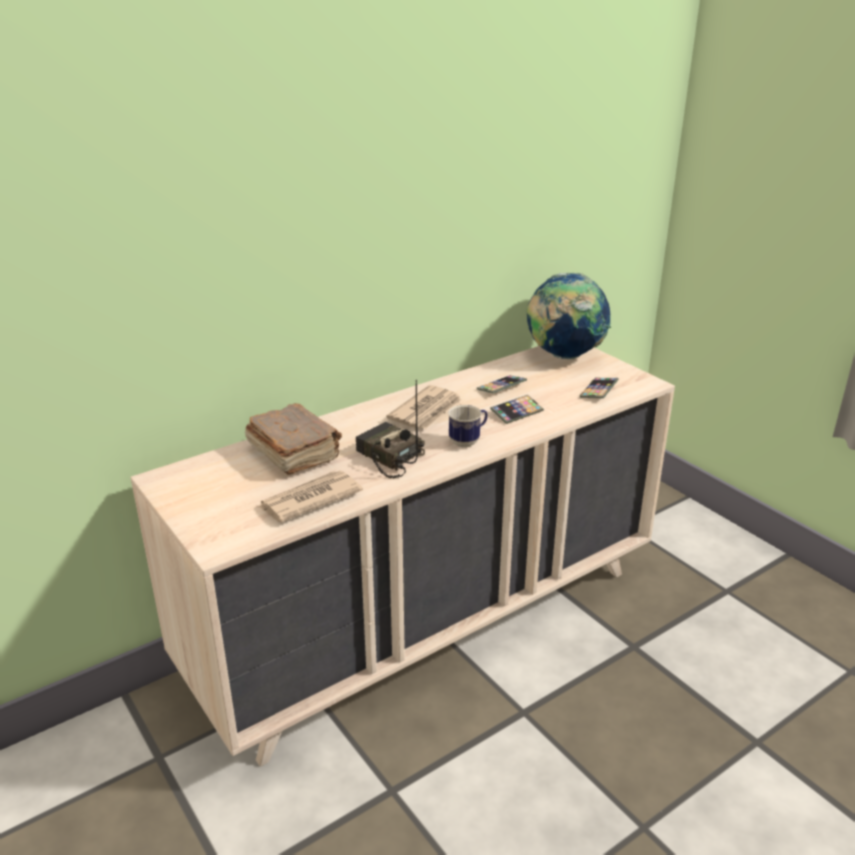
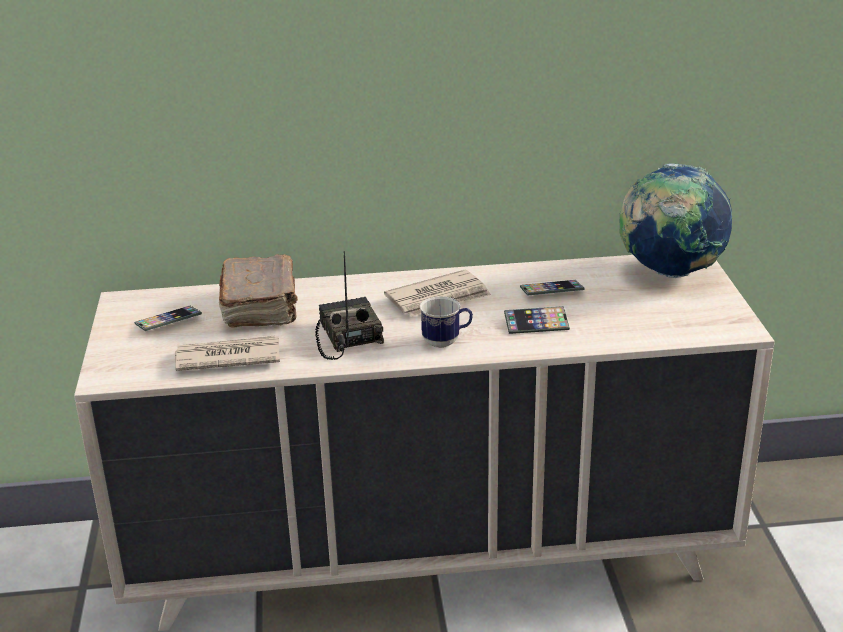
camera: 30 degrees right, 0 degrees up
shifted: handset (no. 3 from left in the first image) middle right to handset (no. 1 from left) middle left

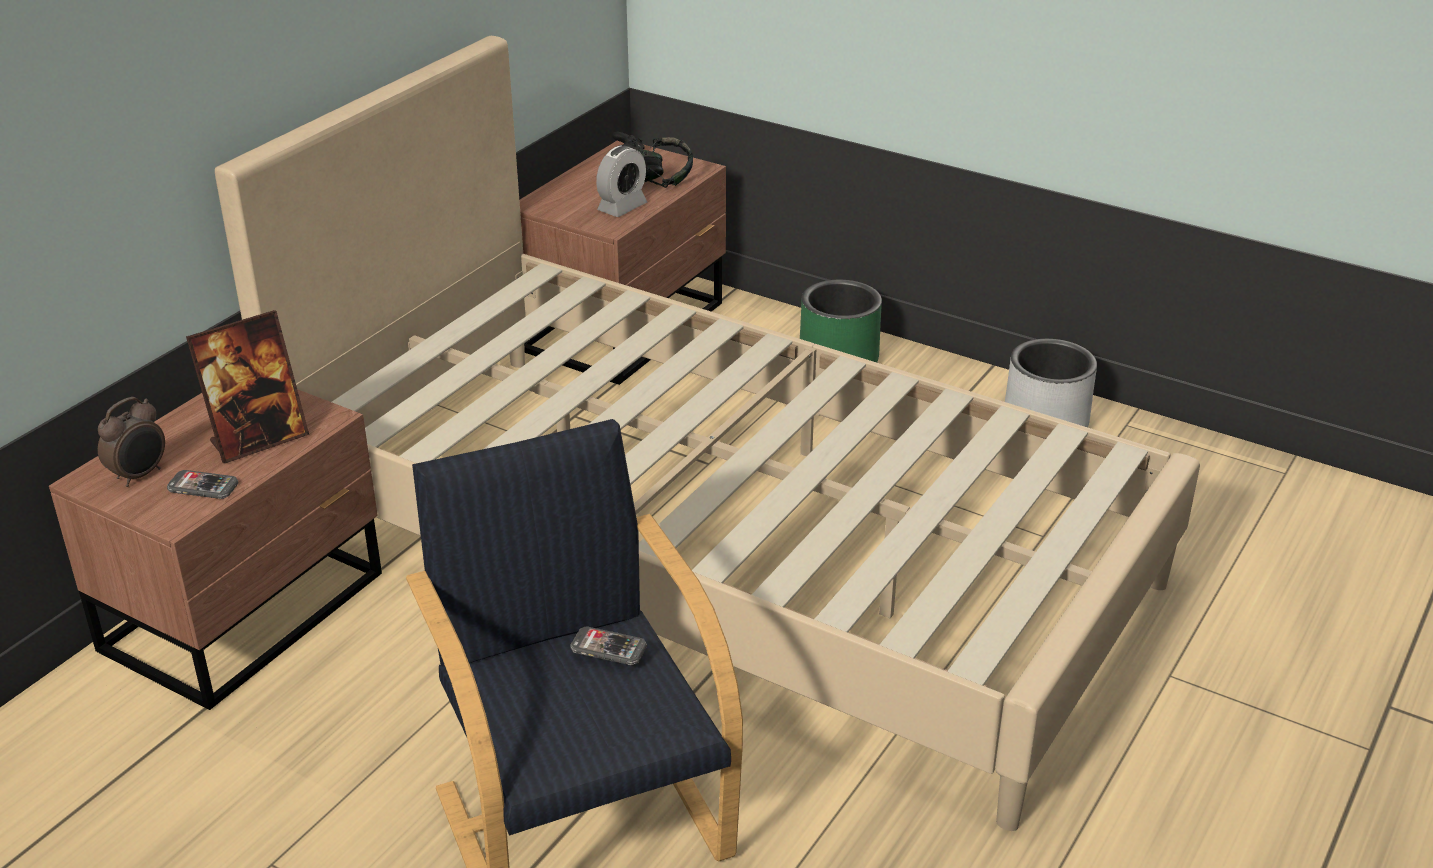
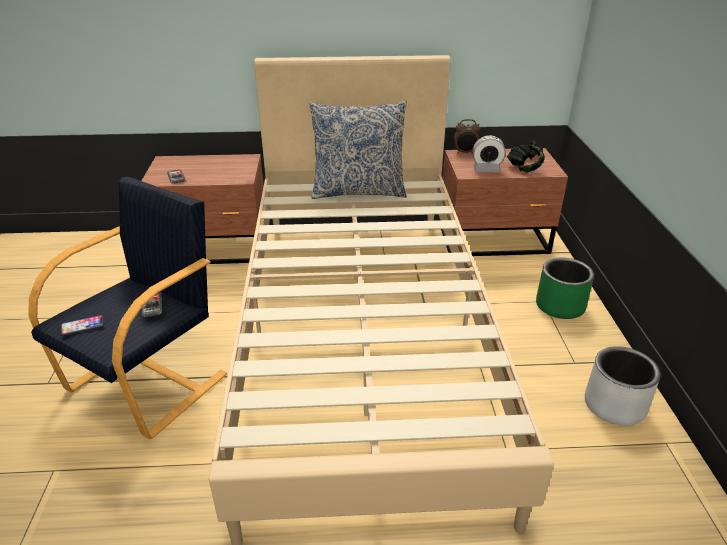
camera: 55 degrees right, 0 degrees up
gone: photo frame middle left
new: handset (no. 1 from left) middle left; pillow top centre
shifted: alarm clock (no. 1 from left) middle left to top centre

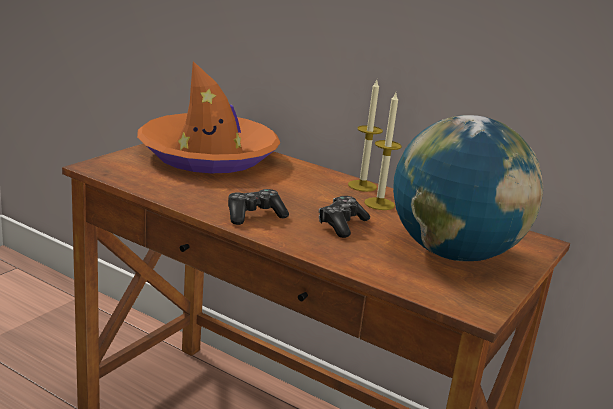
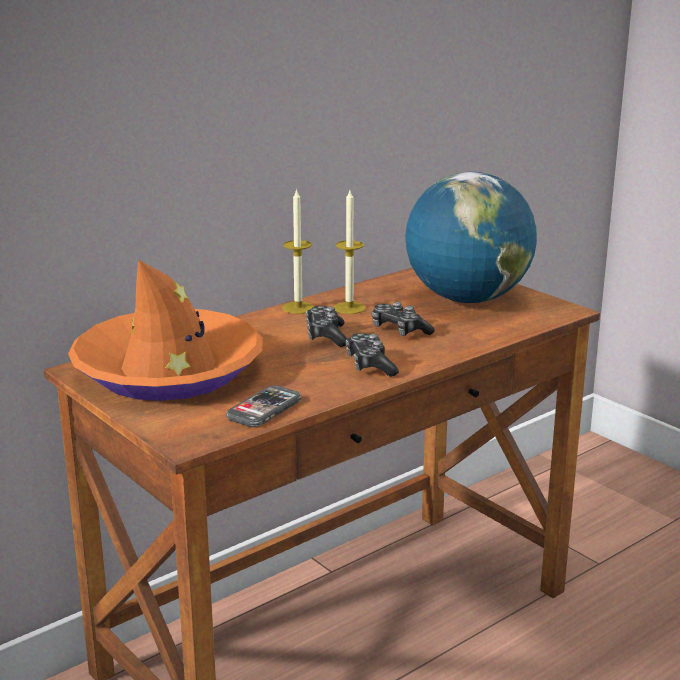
camera: 70 degrees left, 0 degrees up
new: handset centre; gamepad (no. 1 from left) centre

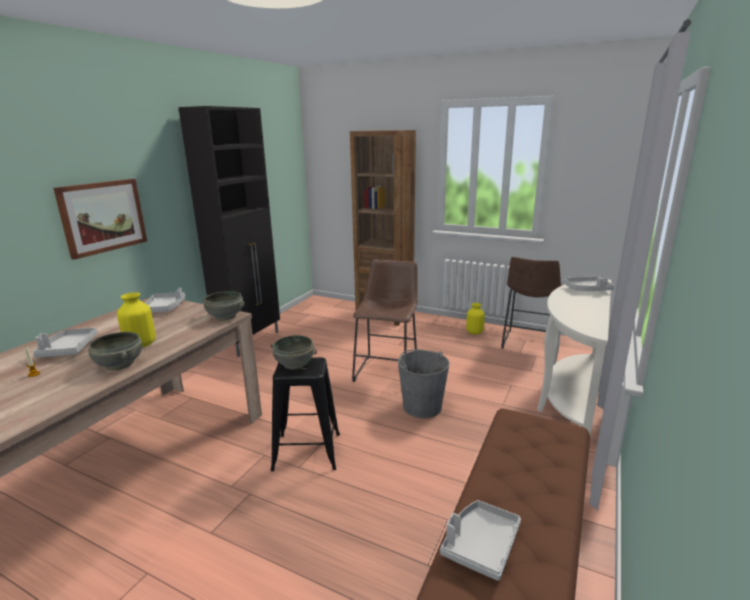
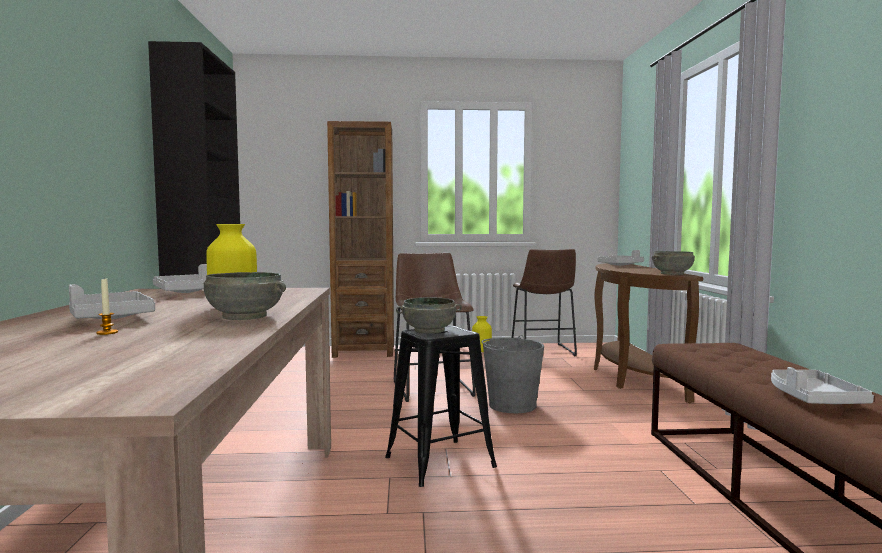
camera: 30 degrees left, 15 degrees down
gone: picture middle left
shifted: greyish serving bowl (no. 2 from left in the first image) middle left to greyish serving bowl (no. 3 from left) middle right
repainted: white-coloured console table middle right to brown-coloured console table middle right

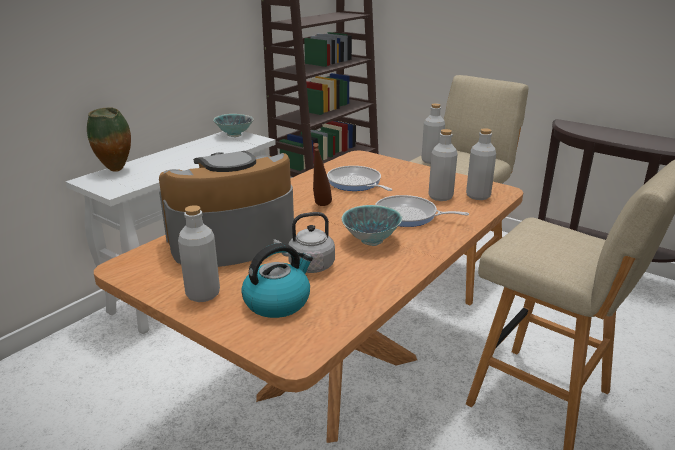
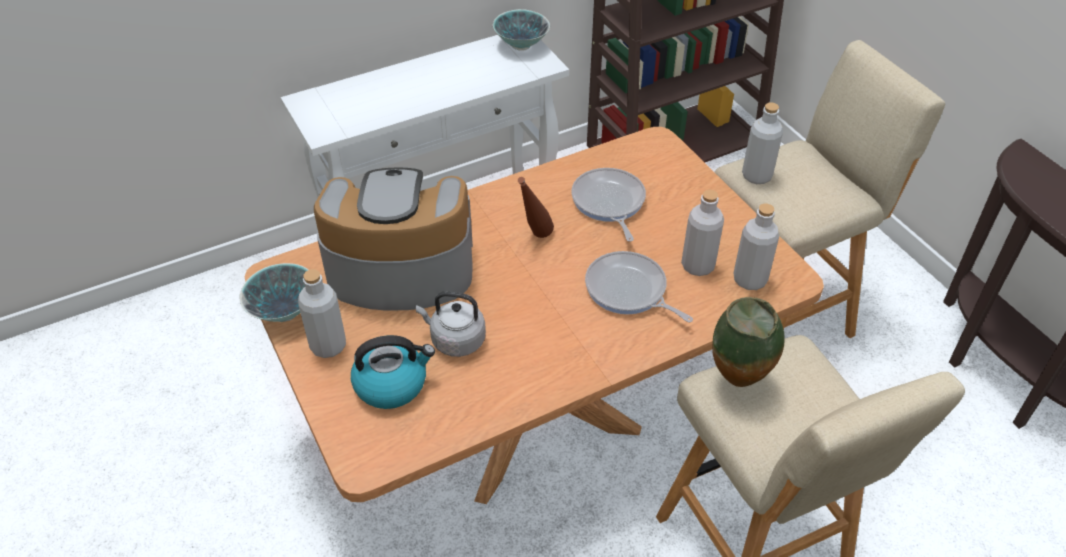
camera: 25 degrees right, 20 degrees up
shifted: flower vase top left to middle right; serving bowl (no. 2 from left in the first image) centre to serving bowl (no. 1 from left) middle left

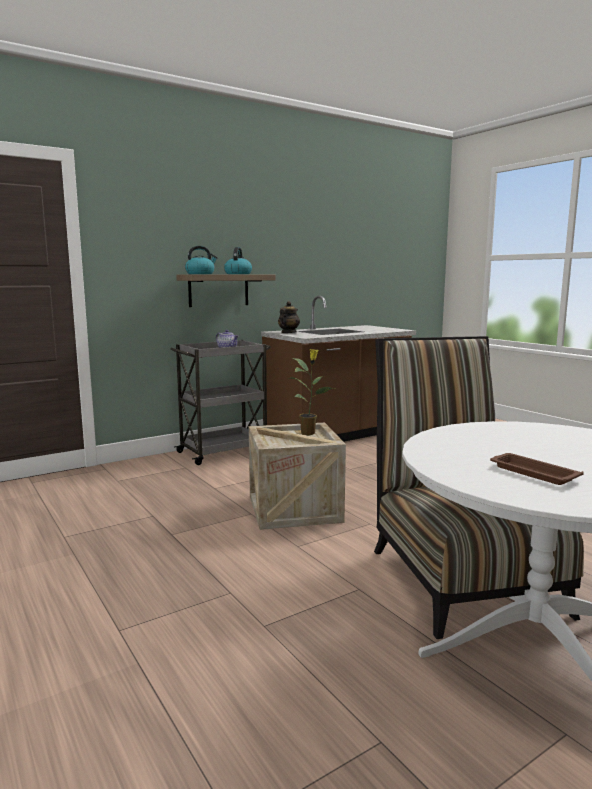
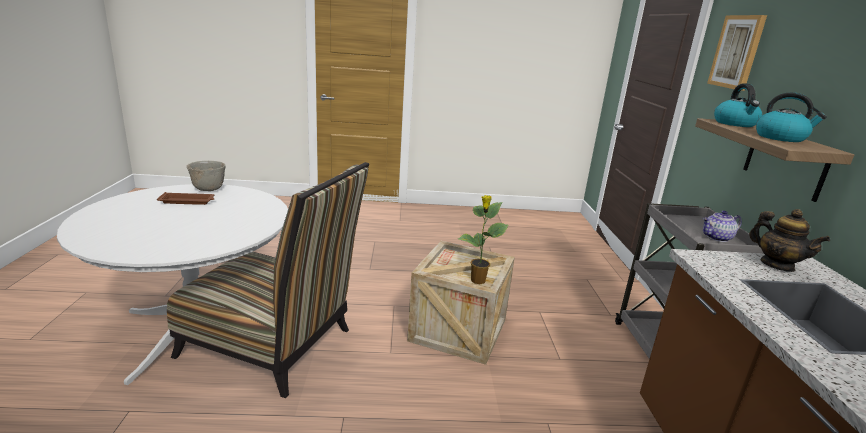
camera: 120 degrees right, 10 degrees up
new: greyish serving bowl middle left; picture top right

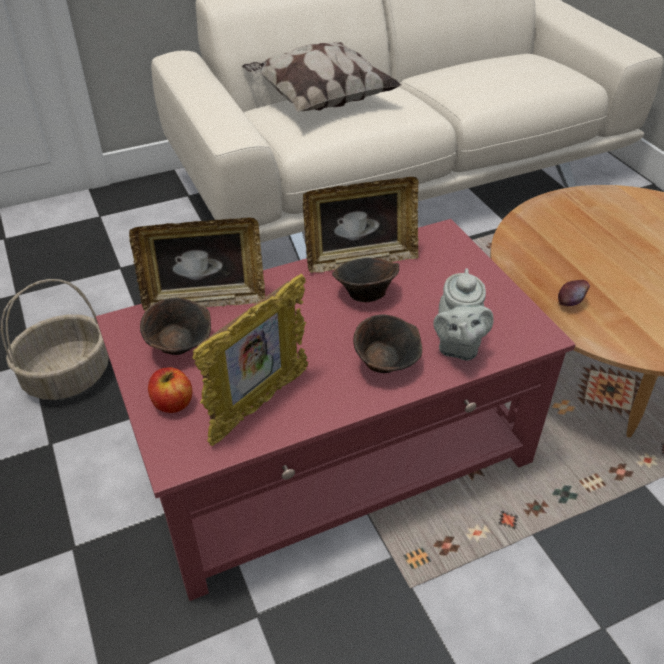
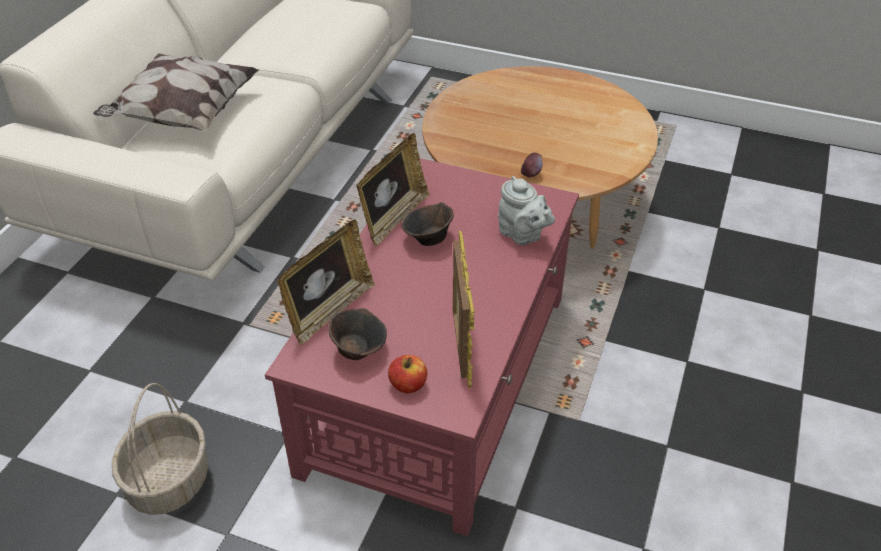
camera: 45 degrees left, 0 degrees up
gone: brown-coloured serving bowl (no. 3 from left) centre

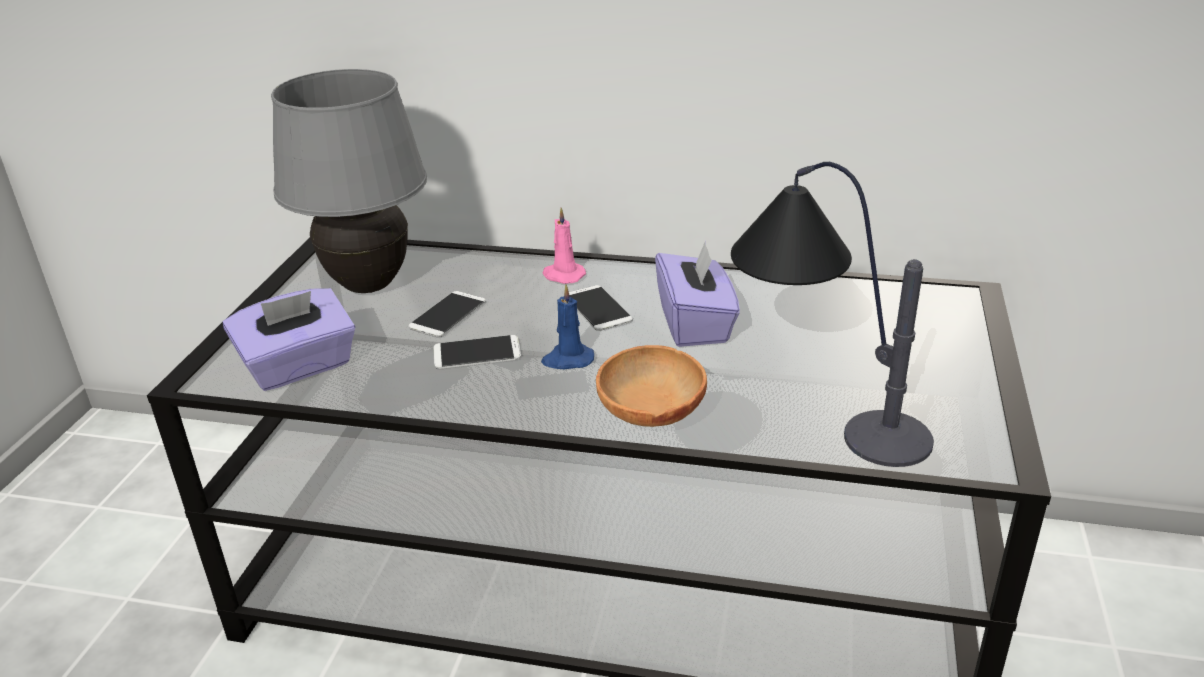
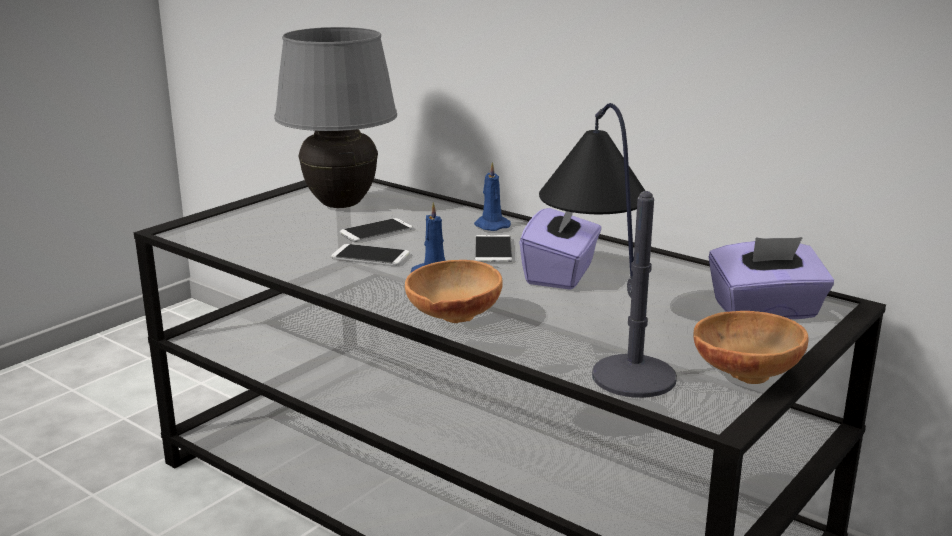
camera: 25 degrees right, 10 degrees down
new: brown-coloured serving bowl (no. 2 from left) middle right
shifted: purplish box of tissues (no. 1 from left in the first image) middle left to purplish box of tissues (no. 2 from left) middle right
repainted: pink-coloured wax light centre to bluish wax light (no. 2 from left) centre

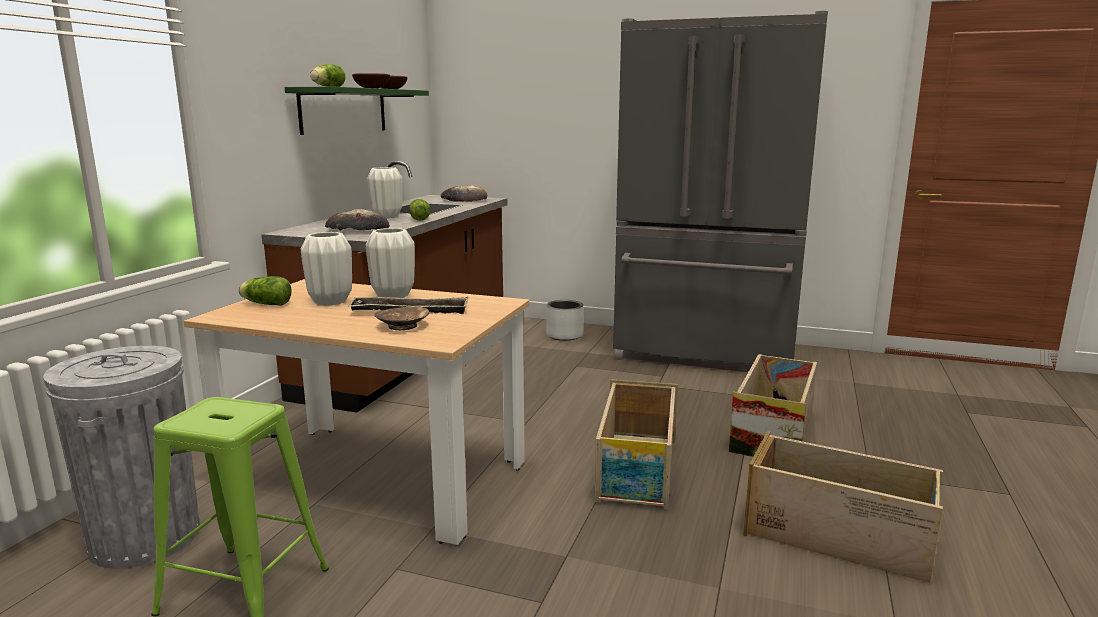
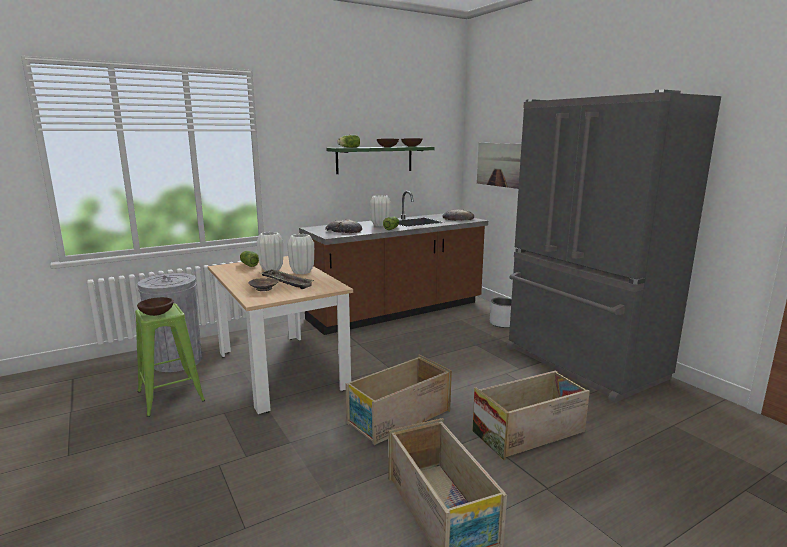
camera: 40 degrees right, 0 degrees up
new: brown-coloured serving bowl (no. 1 from left) middle left; picture top centre

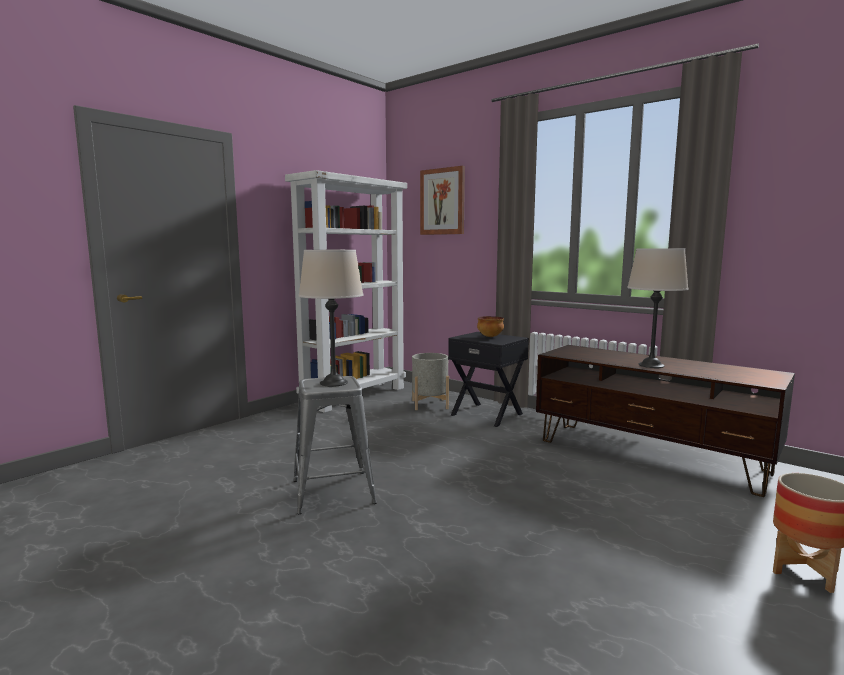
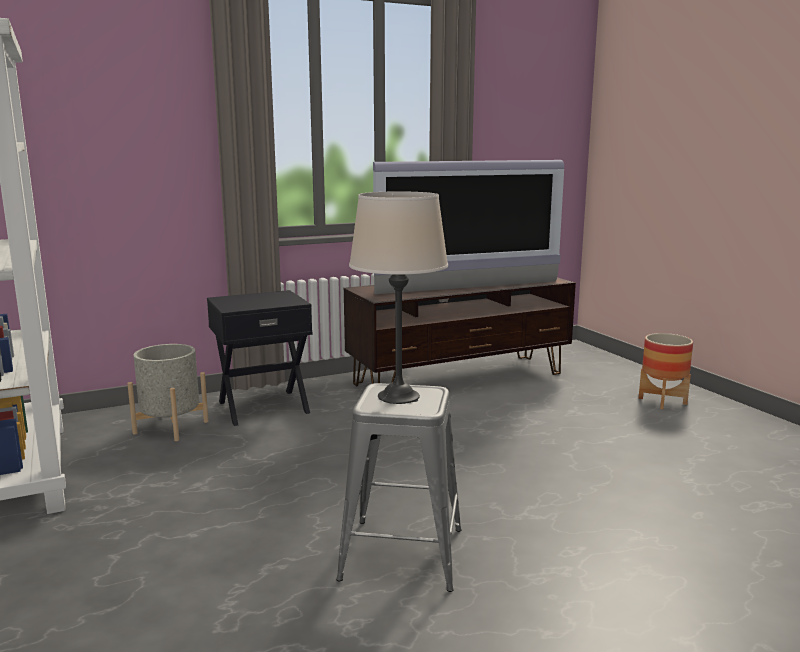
camera: 65 degrees left, 5 degrees up
gone: picture top centre; serving bowl centre
swapped: sand-coloured tabletop lamp (no. 2 from left) middle right to TV centre

